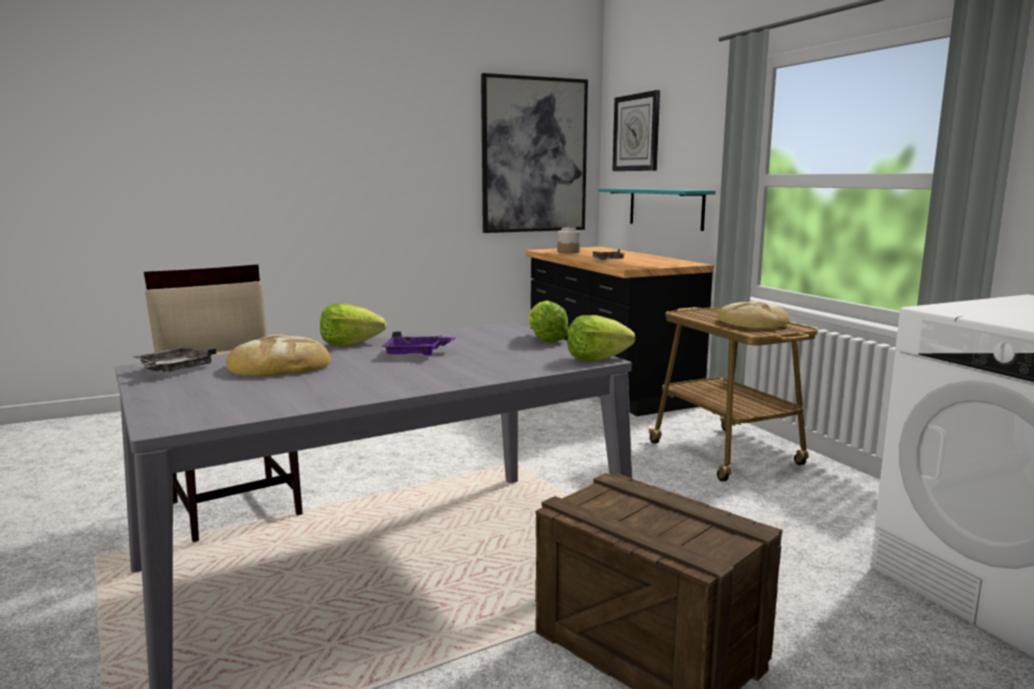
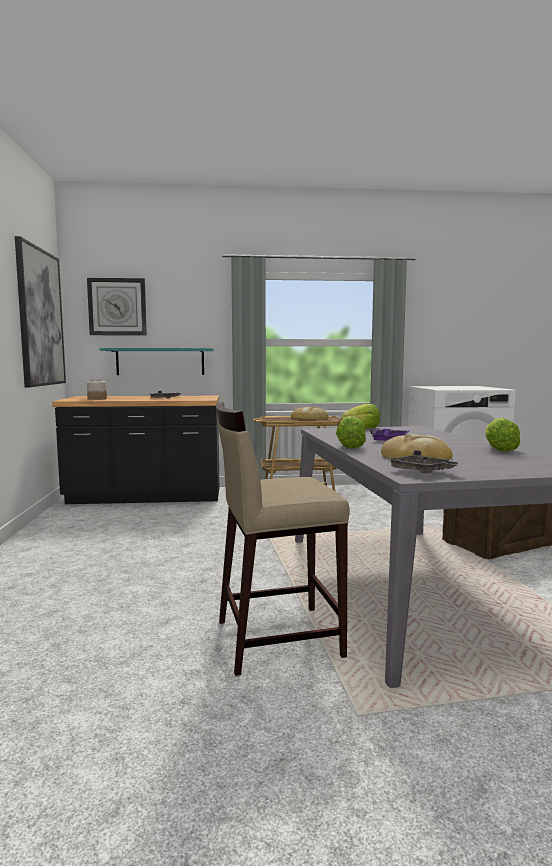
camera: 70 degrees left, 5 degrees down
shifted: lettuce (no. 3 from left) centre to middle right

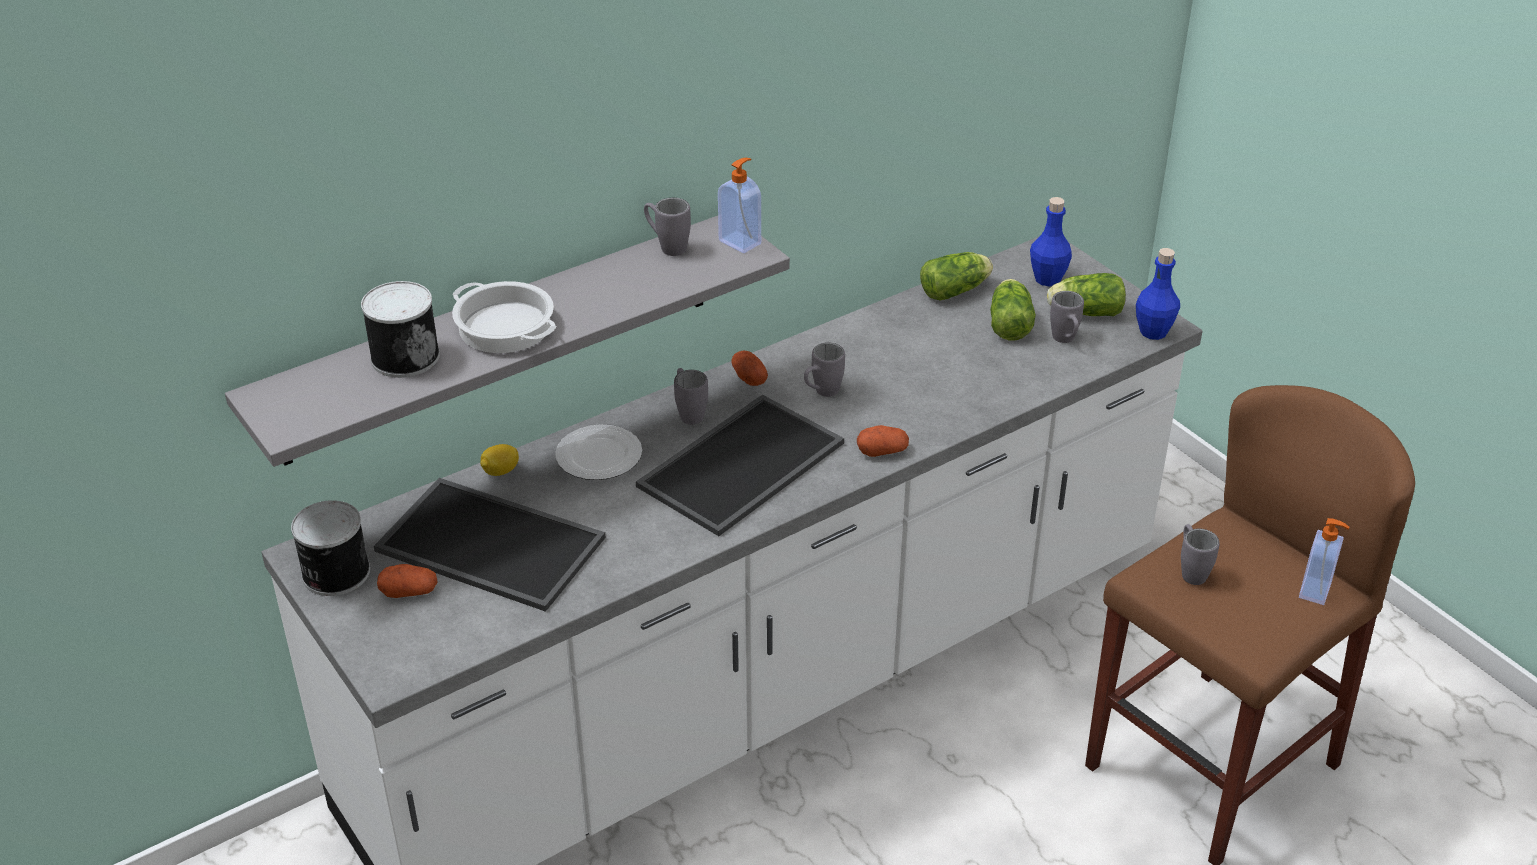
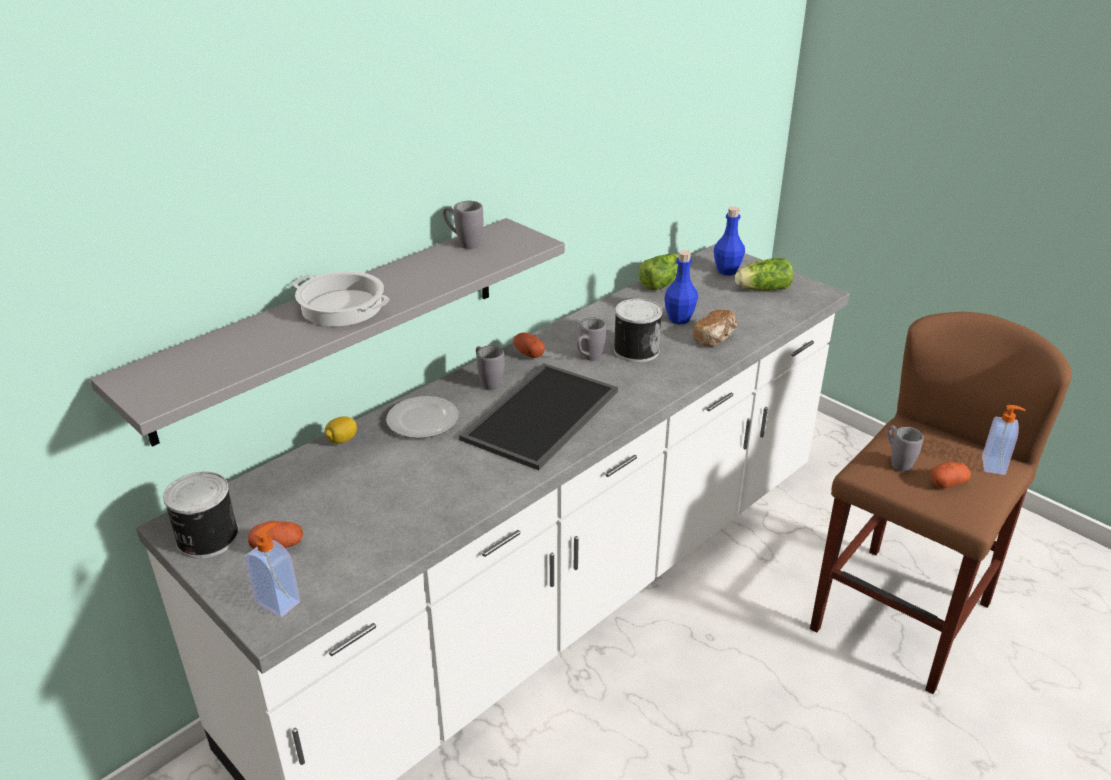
camera: 10 degrees left, 5 degrees down
gone: tray (no. 1 from left) middle left; lettuce (no. 2 from left) centre; greyish tea mug (no. 4 from left) middle right
new: bread centre
shifted: can (no. 2 from left) middle left to centre; liquid soap bottle (no. 1 from left) top centre to bottom left; potato (no. 3 from left) centre to middle right; bluish bottle (no. 2 from left in the first image) middle right to bluish bottle (no. 1 from left) centre

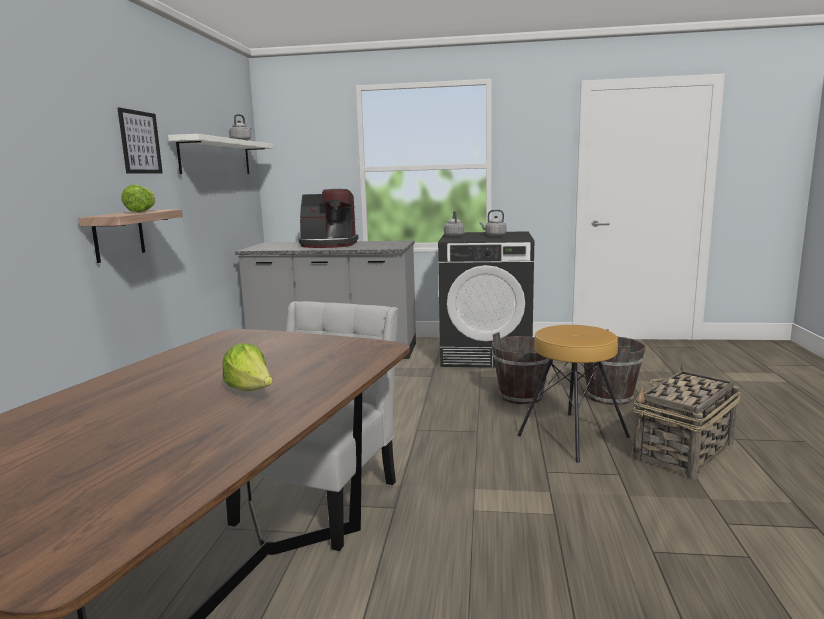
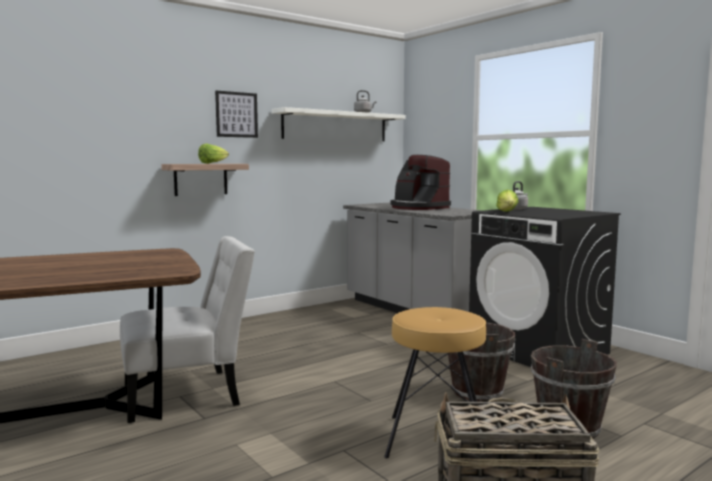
camera: 45 degrees right, 5 degrees down
gone: greyish tea kettle (no. 3 from left) centre
shifted: lettuce (no. 2 from left) middle left to middle right

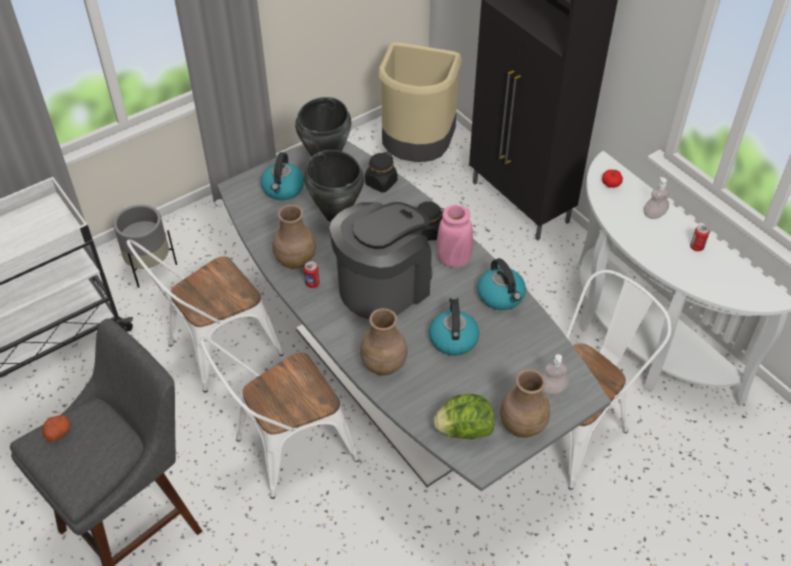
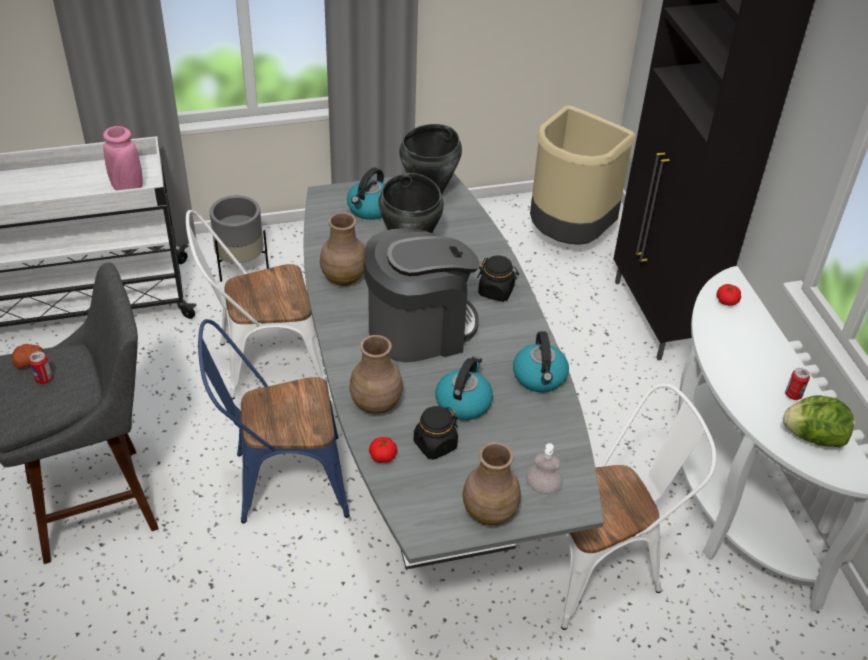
camera: 20 degrees right, 5 degrees down
gone: liquid soap bottle (no. 2 from left) middle right
new: tomato (no. 1 from left) bottom centre
shifted: can (no. 1 from left) centre to middle left; black storage jar (no. 1 from left) top centre to centre; lettuce bottom centre to middle right; pink-coloured flower vase centre to top left
repainted: white-coloured upright chair (no. 2 from left) bottom centre to bluish upright chair middle left

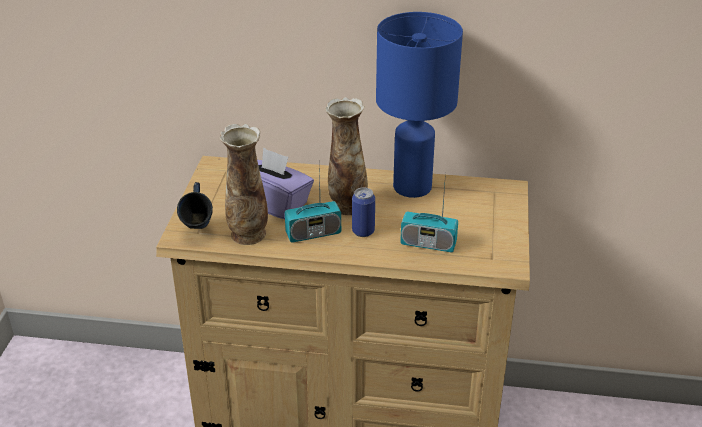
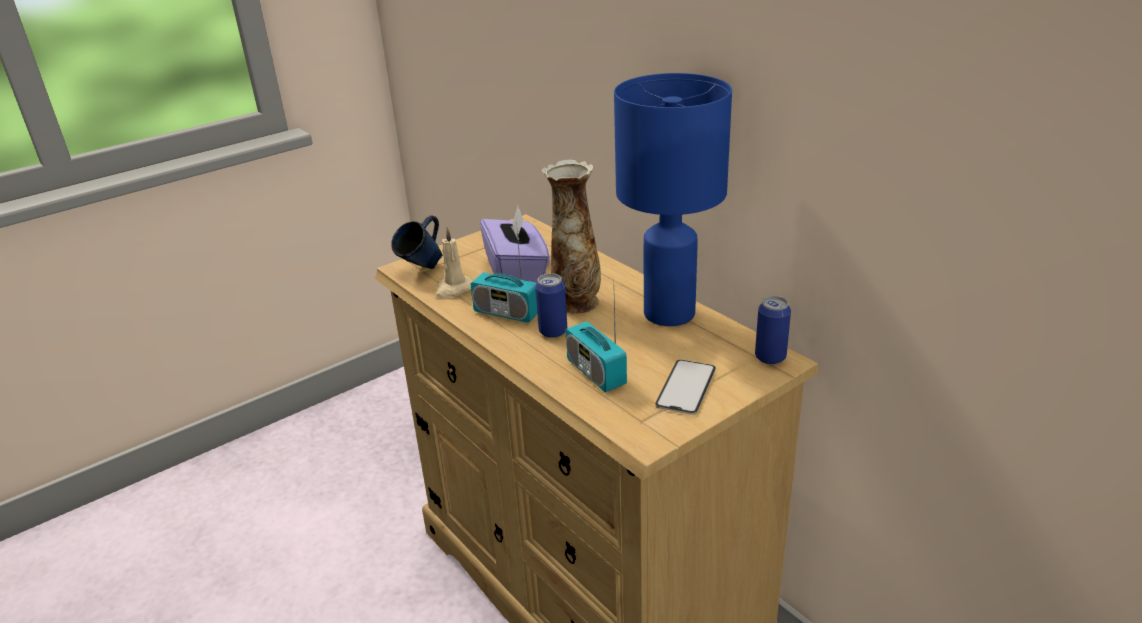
camera: 45 degrees right, 5 degrees down
new: handset centre; can (no. 2 from left) middle right
swapped: flower vase (no. 1 from left) centre to sand-coloured wax light centre

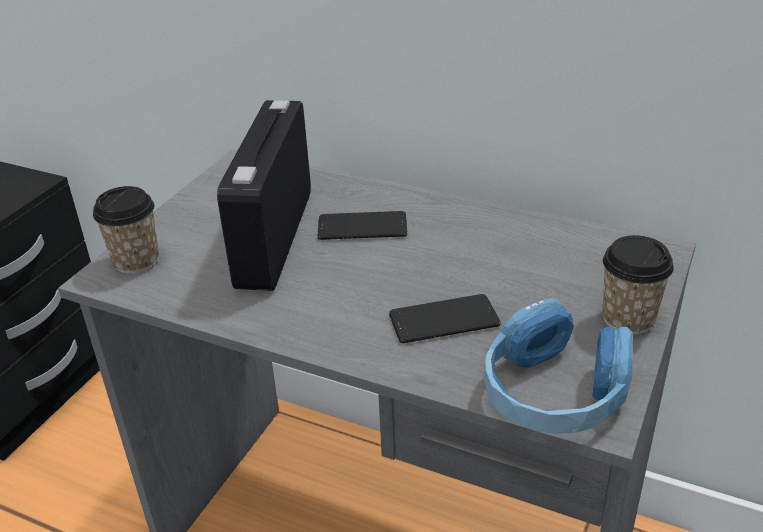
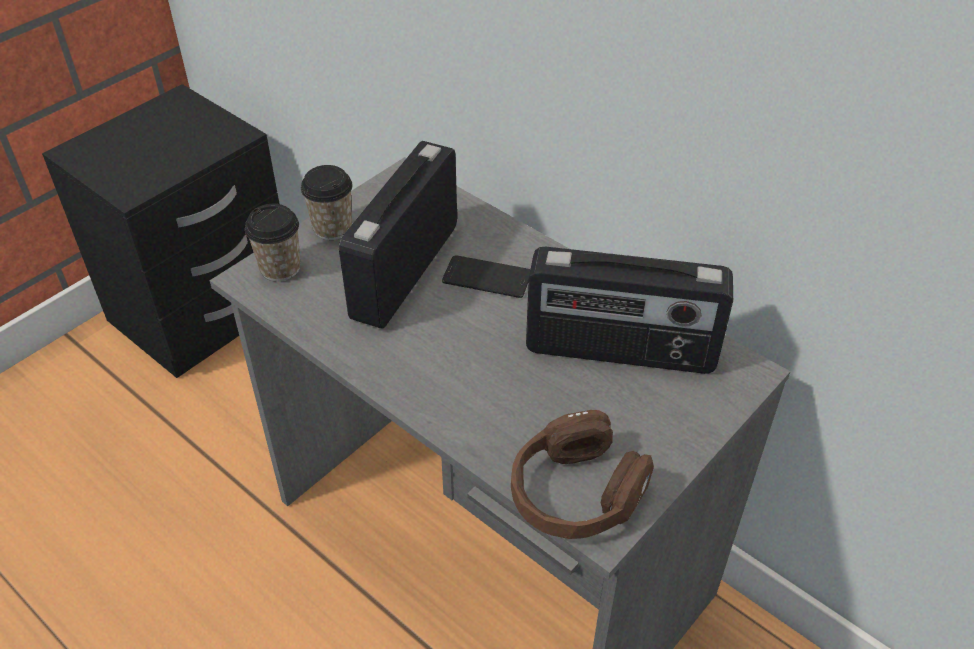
camera: 15 degrees right, 10 degrees up
gone: handset (no. 2 from left) centre
new: radio receiver (no. 2 from left) centre
shifted: drinking cup (no. 2 from left) middle right to top centre
repainted: bluish headset bottom right to brown-coloured headset bottom centre

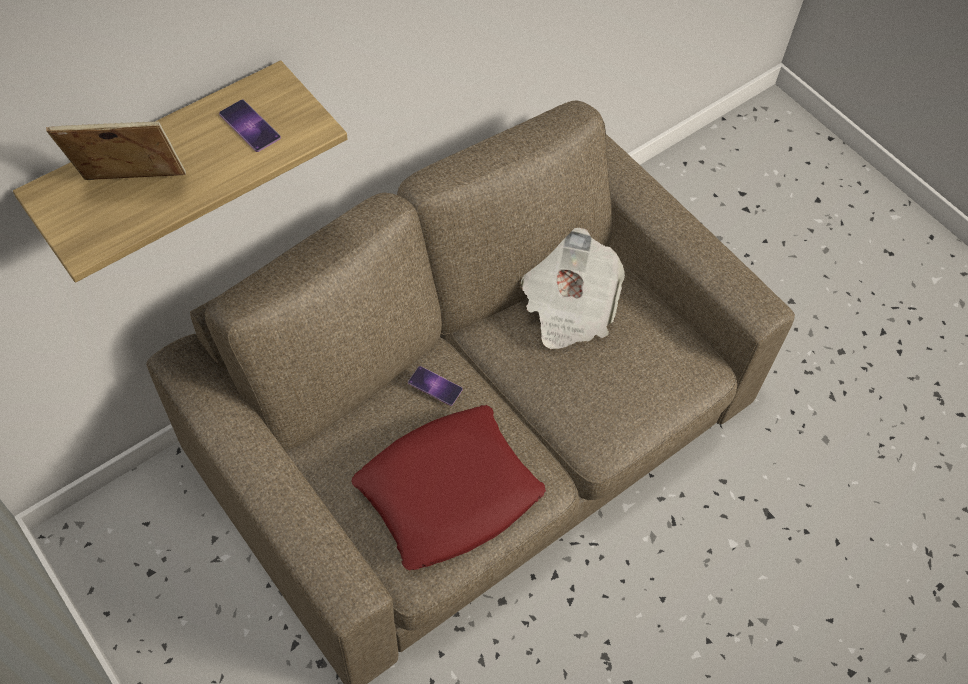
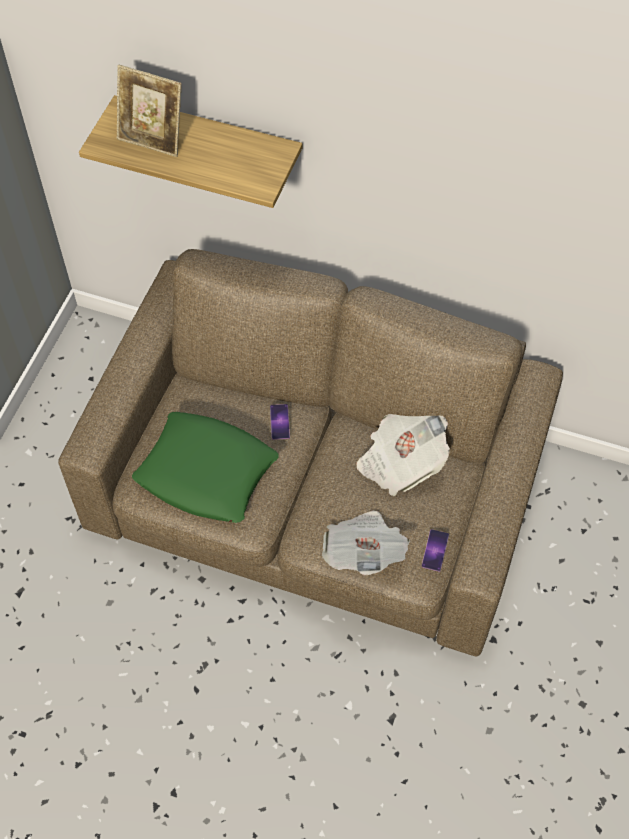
camera: 60 degrees right, 0 degrees up
new: printed paper (no. 1 from left) centre
shifted: handset (no. 1 from left in the first image) top left to handset (no. 2 from left) middle right
repainted: red pillow bottom centre to green-coloured pillow middle left
rotated: photo frame top left = top left 150 degrees clockwise

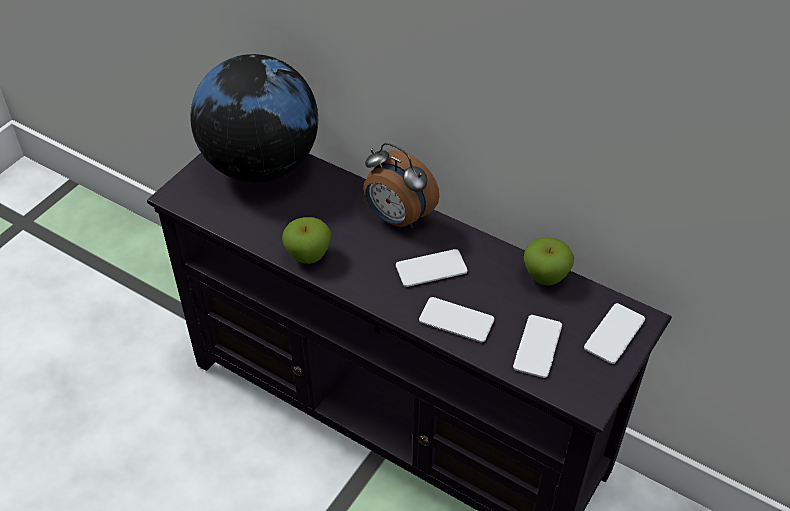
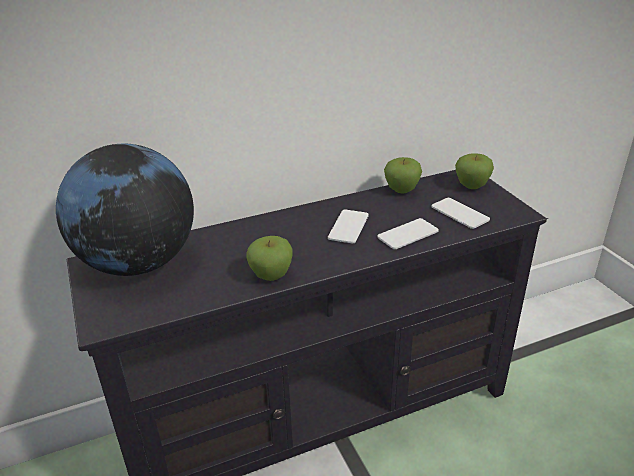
camera: 55 degrees left, 15 degrees down
gone: alarm clock centre
swapped: handset (no. 4 from left) middle right to whole apple (no. 3 from left) middle right

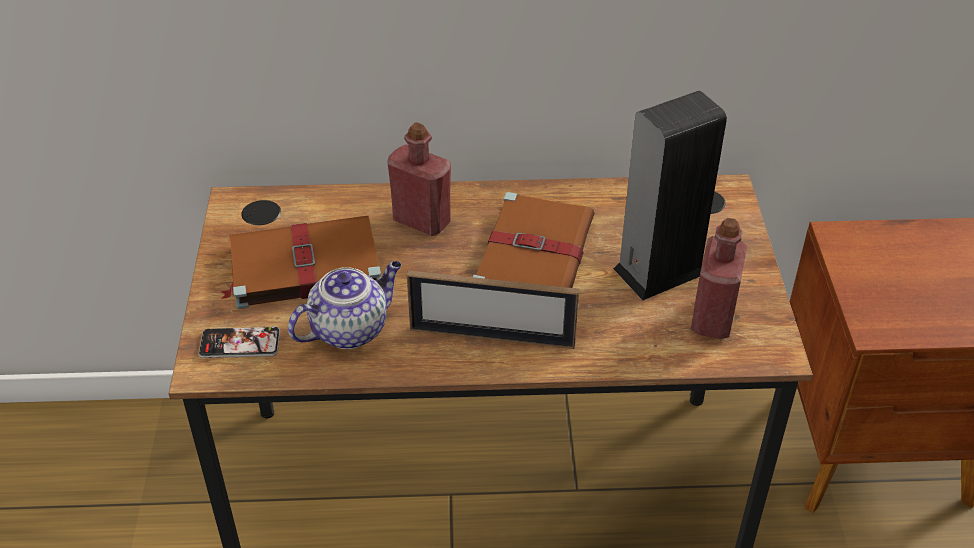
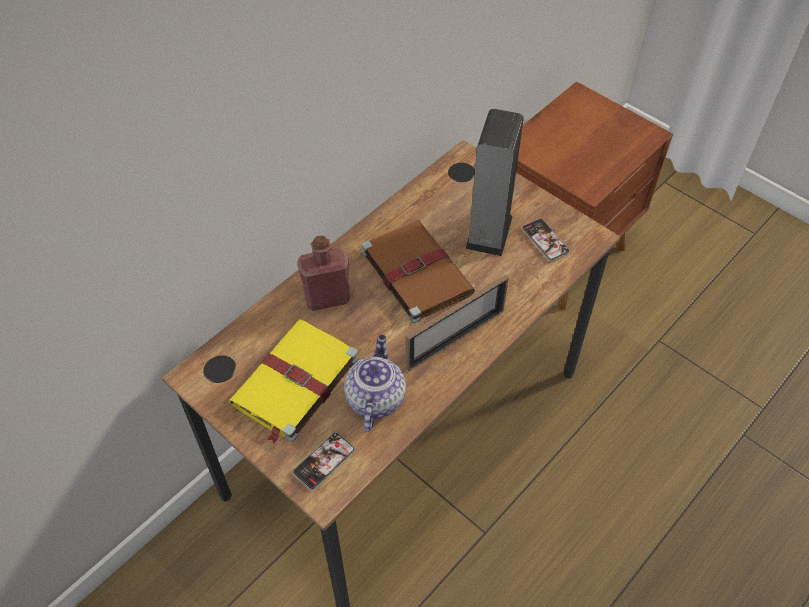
camera: 45 degrees left, 10 degrees up
swapped: red bottle (no. 2 from left) middle right to handset (no. 2 from left) middle right
repainted: brown-coloured book (no. 1 from left) middle left to yellow book centre

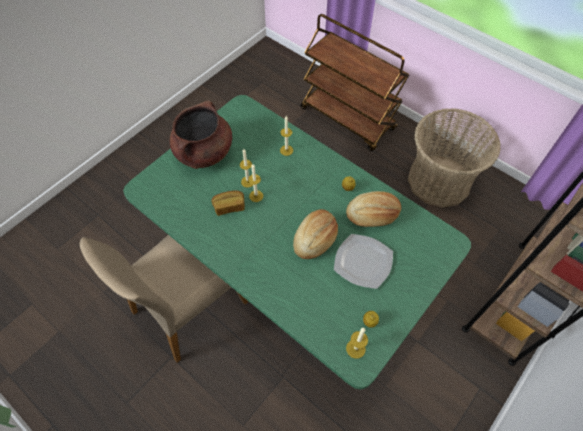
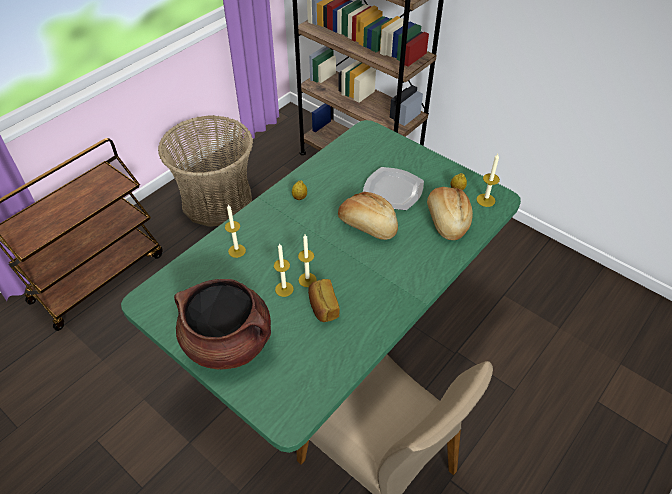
camera: 90 degrees left, 10 degrees down
shifted: bread (no. 3 from left) centre to middle right

